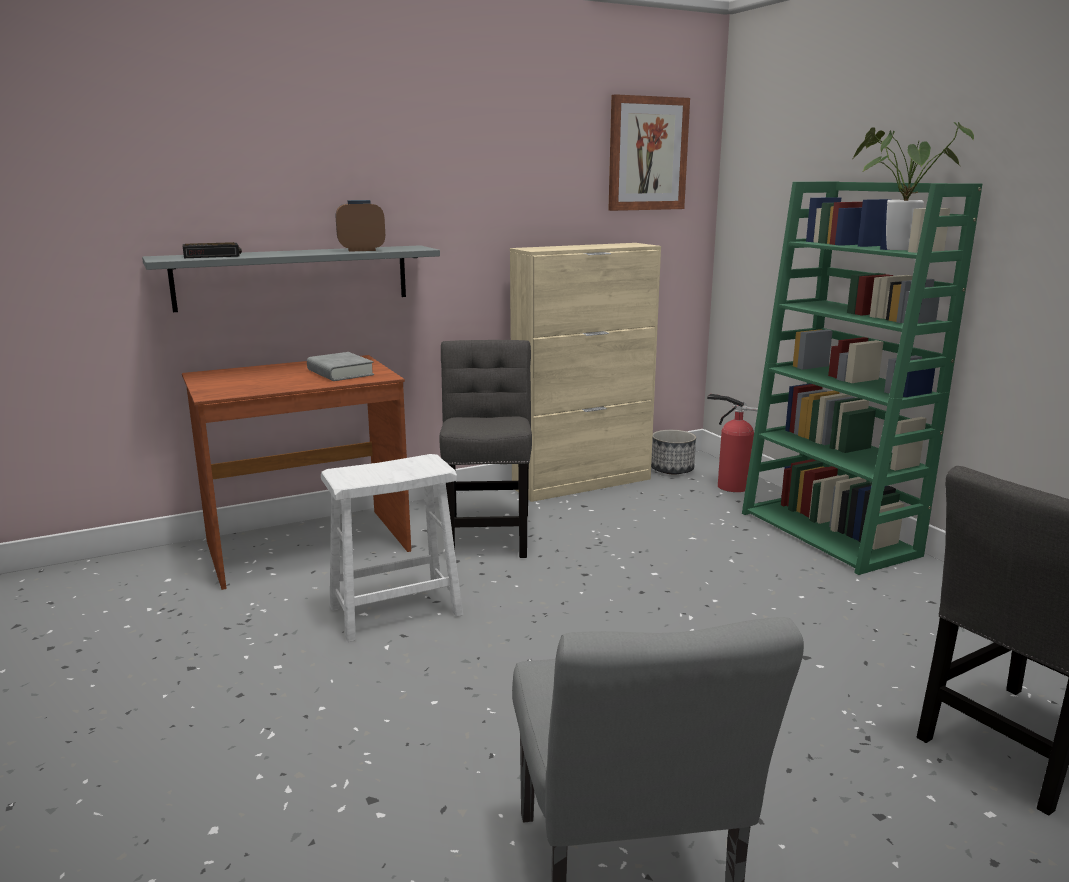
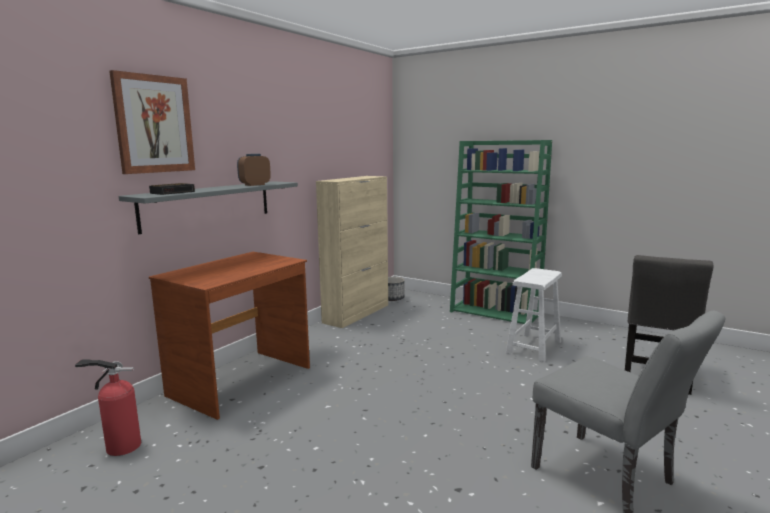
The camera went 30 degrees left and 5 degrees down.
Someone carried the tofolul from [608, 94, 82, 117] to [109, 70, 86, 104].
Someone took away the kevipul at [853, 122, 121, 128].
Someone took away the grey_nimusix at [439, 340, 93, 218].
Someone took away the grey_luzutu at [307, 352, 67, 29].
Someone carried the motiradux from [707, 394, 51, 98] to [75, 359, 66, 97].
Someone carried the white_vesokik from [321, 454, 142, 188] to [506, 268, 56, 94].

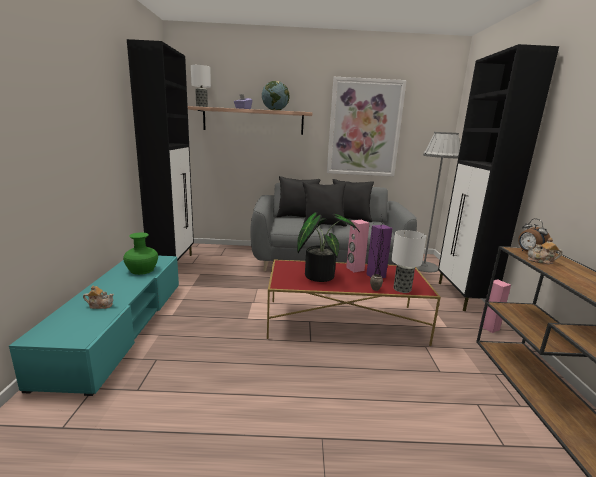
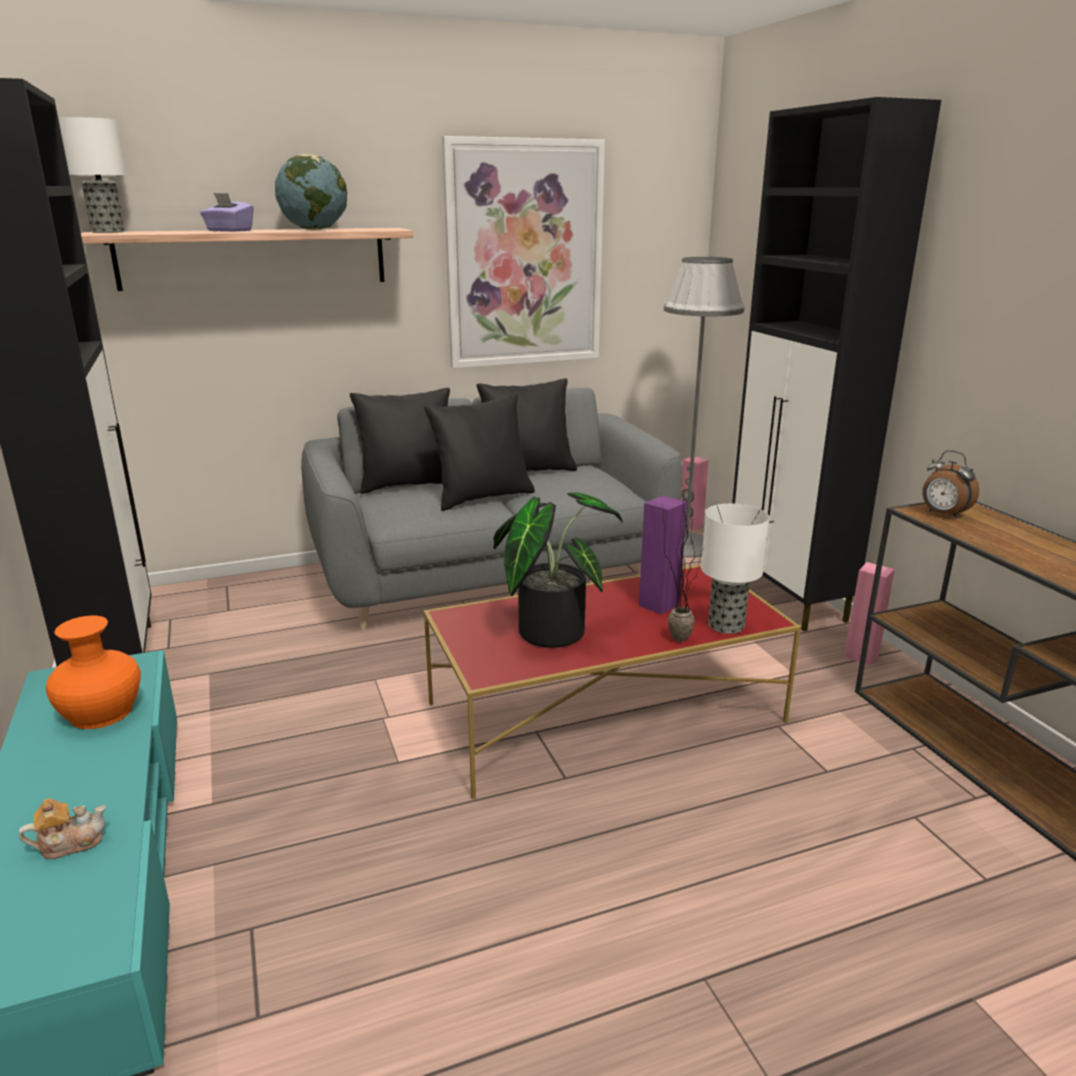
The camera went 20 degrees left and 5 degrees up.
Someone carried the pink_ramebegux from [346, 220, 23, 52] to [681, 456, 27, 75].
Someone repainted the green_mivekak at [123, 232, 35, 43], which became the orange_mivekak at [46, 616, 95, 113].
Someone took away the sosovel at [528, 238, 34, 27].

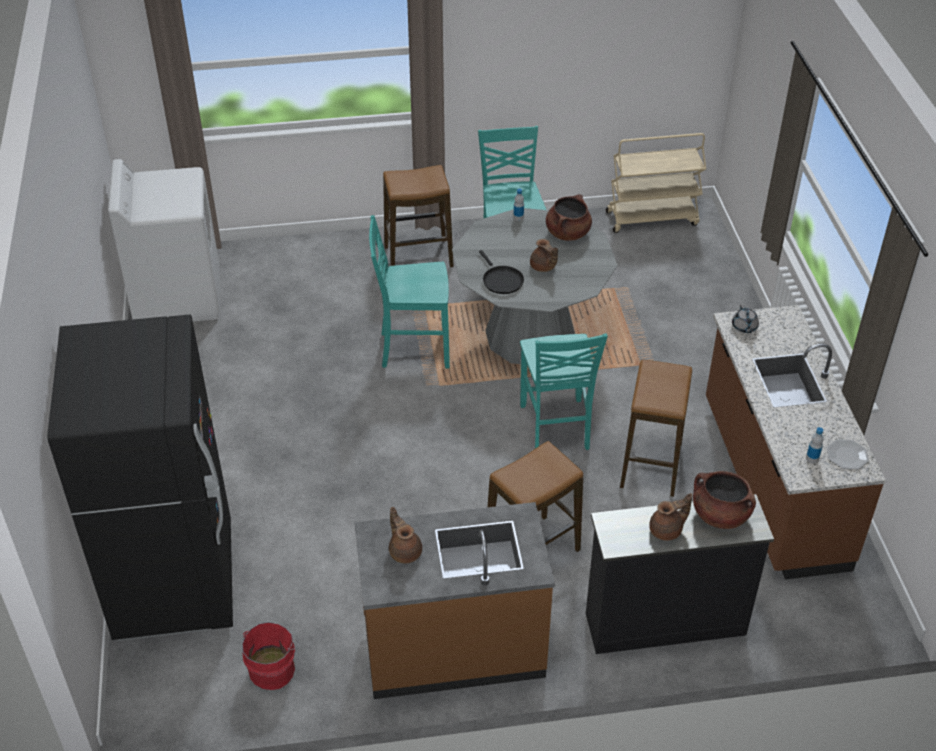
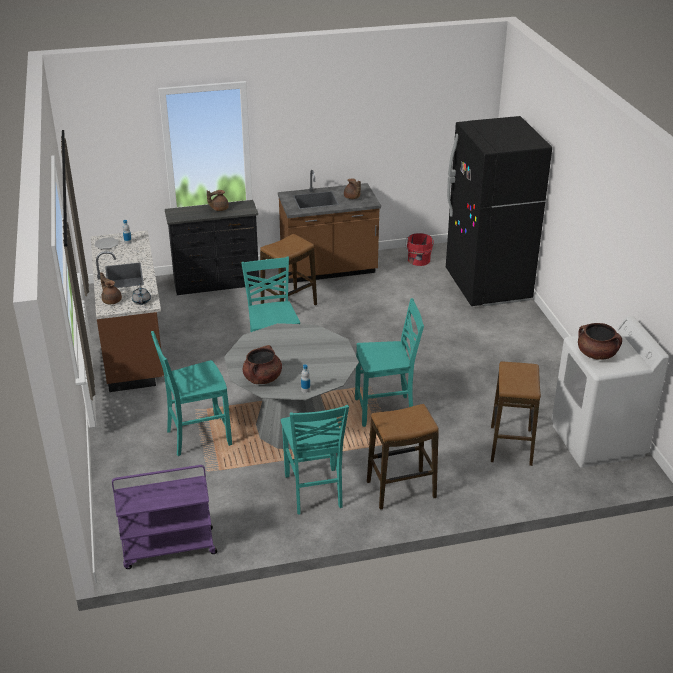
The camera went 175 degrees right and 10 degrees down.
Someone repainted the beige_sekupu at [606, 133, 100, 100], which became the purple_sekupu at [112, 465, 105, 104].
Someone carried the brown_sosovel from [530, 239, 28, 33] to [100, 272, 22, 32].
Someone took away the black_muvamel at [479, 250, 45, 44].
Someone carried the vesokik from [620, 359, 72, 138] to [491, 362, 50, 104].
Someone carried the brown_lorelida from [693, 471, 63, 58] to [578, 323, 44, 37].
Someone put down the turquoise_nimusix at [151, 331, 81, 125].

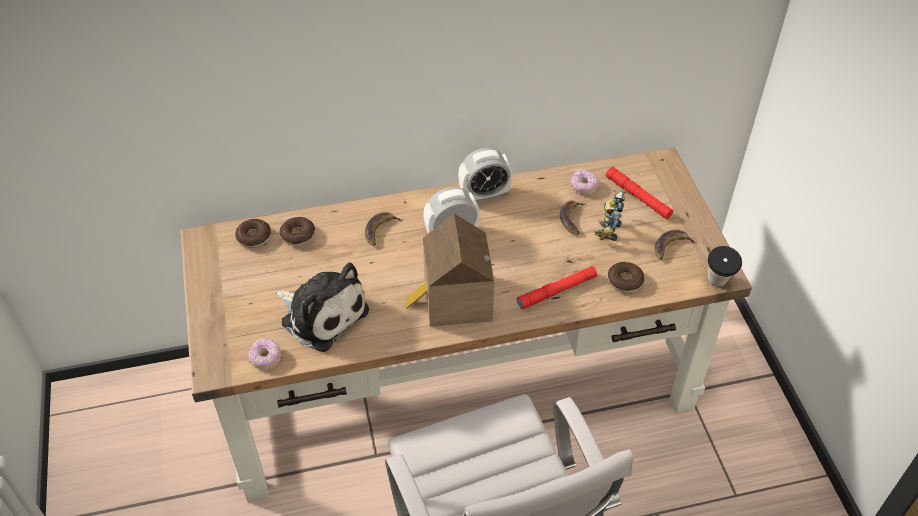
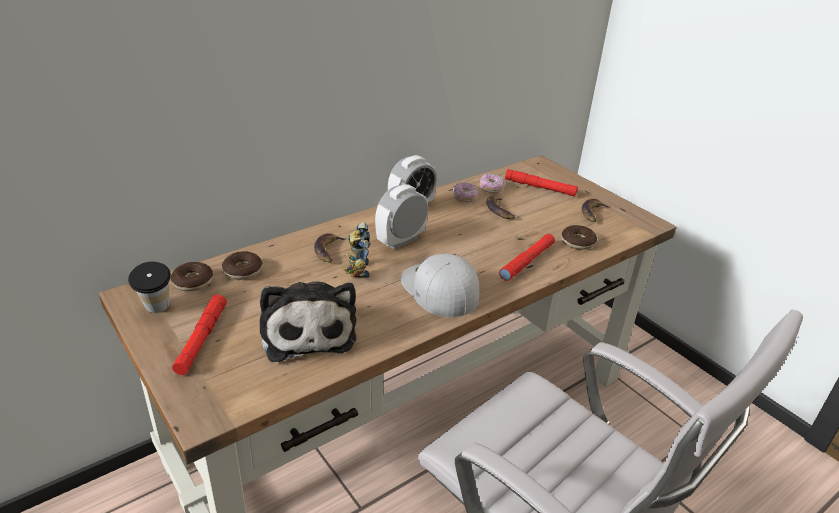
The camera went 25 degrees left and 15 degrees down.
Someone carried the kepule from [594, 192, 31, 49] to [343, 222, 28, 56].
Someone swapped the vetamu at [405, 214, 89, 113] for the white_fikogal at [401, 254, 78, 64].
Someone carried the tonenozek from [707, 246, 35, 40] to [128, 262, 43, 51].
Someone rotated the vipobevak at [275, 262, 94, 90] by 60 degrees clockwise.
Someone carried the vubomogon from [248, 338, 33, 31] to [452, 182, 26, 21].
Someone put down the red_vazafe at [172, 295, 55, 80].

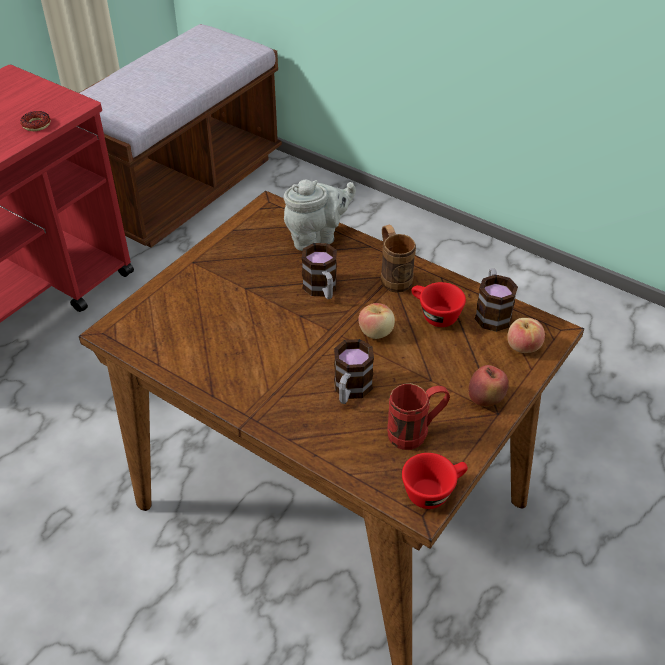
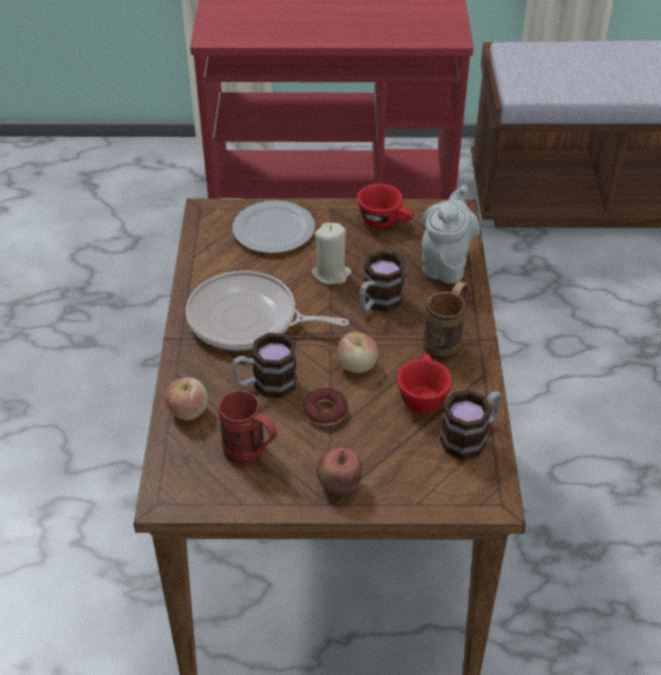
The camera went 55 degrees right and 0 degrees up.
Someone carried the vubomogon from [20, 111, 30, 20] to [303, 388, 45, 38].
Someone rotated the grey_sosovel at [284, 180, 72, 71] by 105 degrees counterclockwise.
Someone carried the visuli from [507, 318, 38, 35] to [165, 378, 43, 42].
Someone carried the red_tonenozek from [402, 453, 66, 56] to [357, 183, 57, 45].
Someone put down the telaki at [233, 201, 82, 52].
Someone put down the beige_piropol at [312, 223, 40, 61].
Someone put down the muvamel at [186, 271, 163, 80].

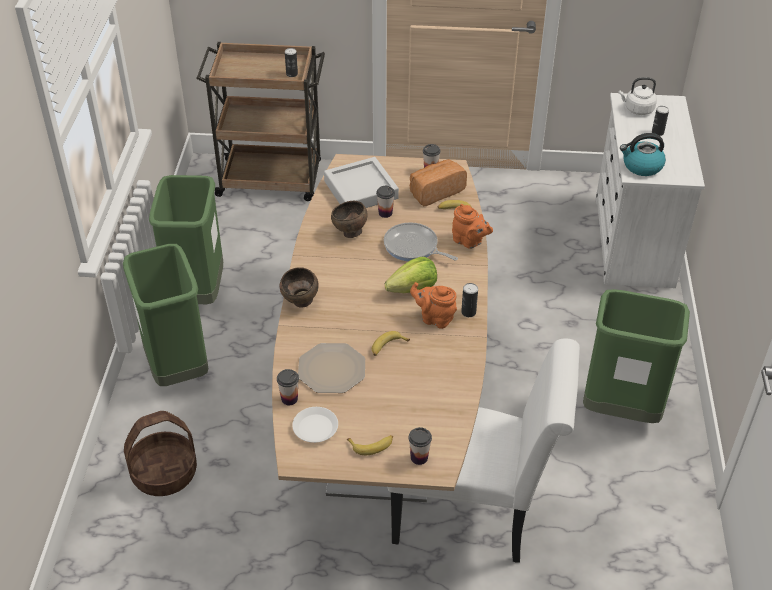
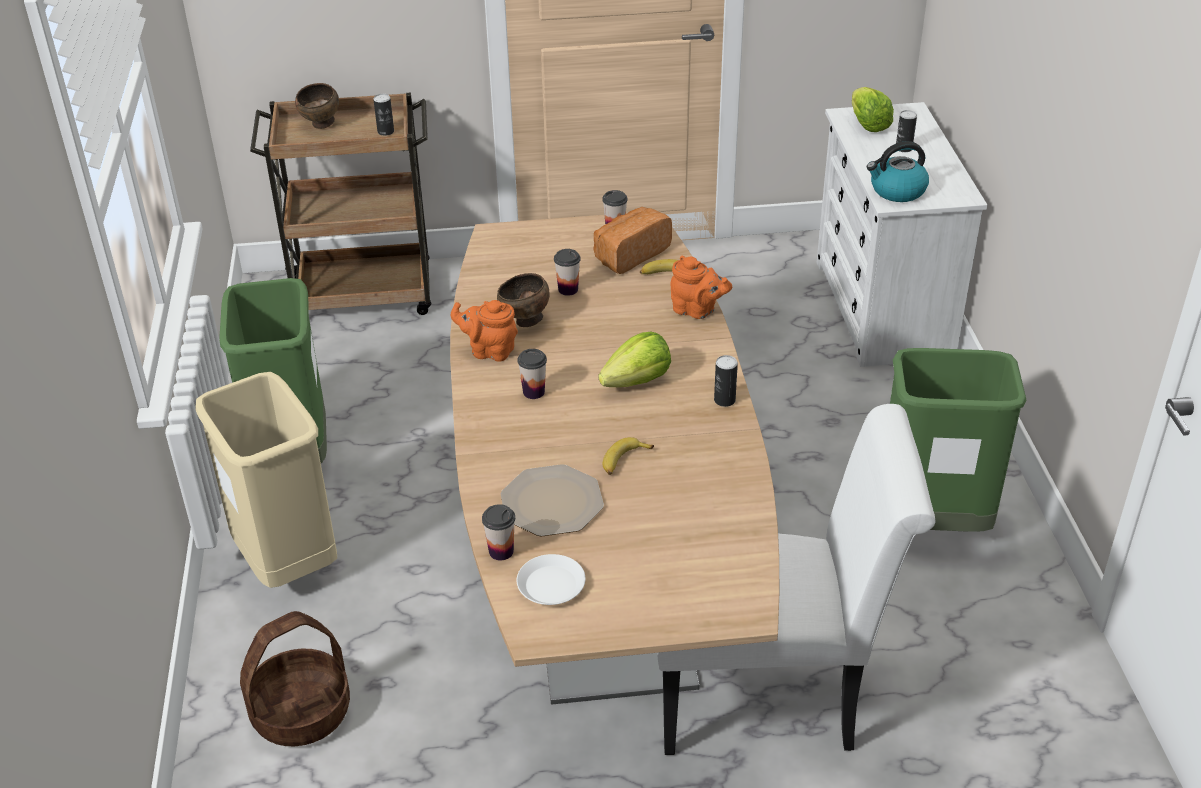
The camera went 10 degrees left and 5 degrees down.
Someone swapped the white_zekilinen at [619, 77, 38, 38] for the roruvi at [852, 87, 42, 45].
Someone took away the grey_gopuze at [324, 157, 75, 51].
Someone took away the muvamel at [384, 222, 74, 39].
Someone repainted the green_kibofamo at [123, 244, 85, 142], which became the beige_kibofamo at [195, 372, 142, 216].
Someone carried the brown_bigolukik from [280, 267, 39, 41] to [295, 83, 44, 46].
Someone carried the orange_sosovel from [410, 282, 47, 47] to [451, 300, 67, 62].
Someone carried the tonenozek from [408, 427, 24, 38] to [517, 349, 30, 50].
Someone took away the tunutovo at [347, 435, 46, 20].

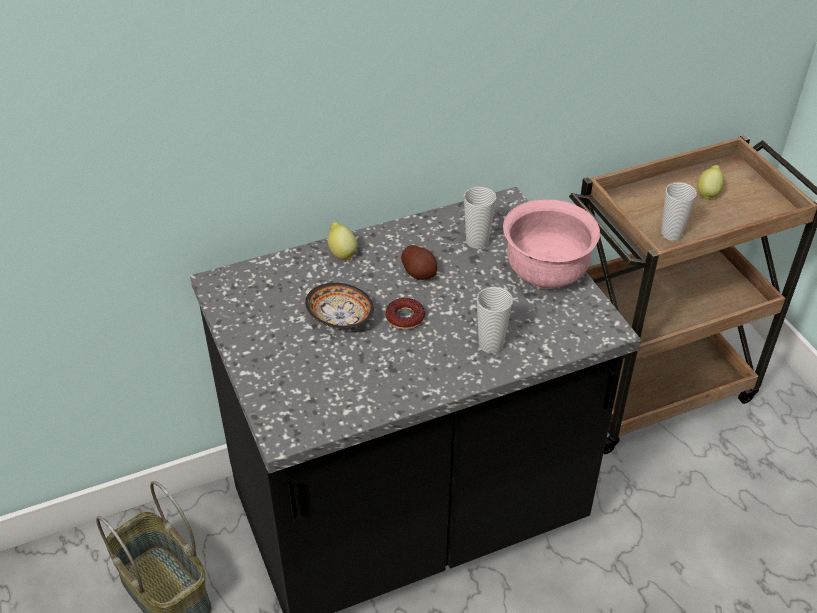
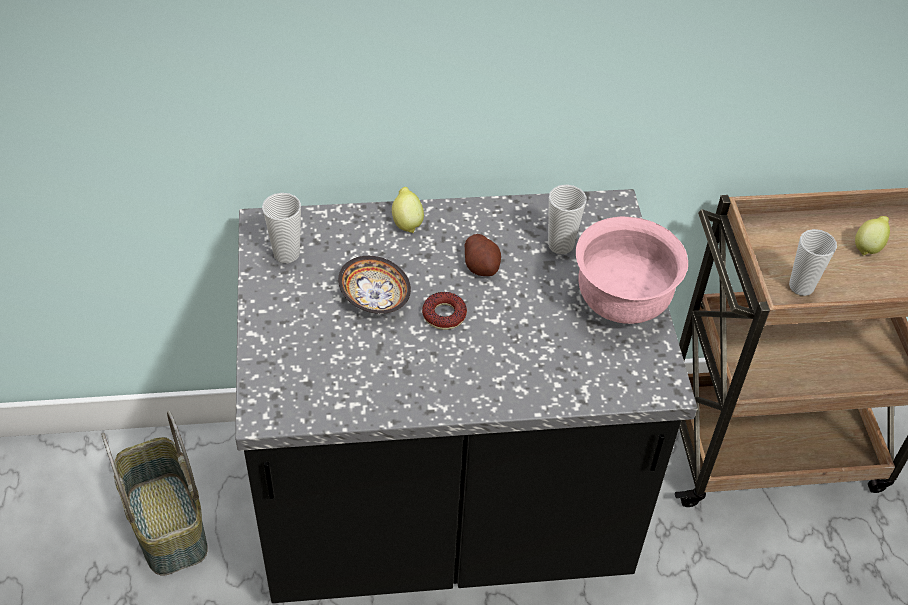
The camera went 15 degrees right and 5 degrees up.
Someone carried the tonenozek from [477, 286, 36, 67] to [262, 193, 39, 70].

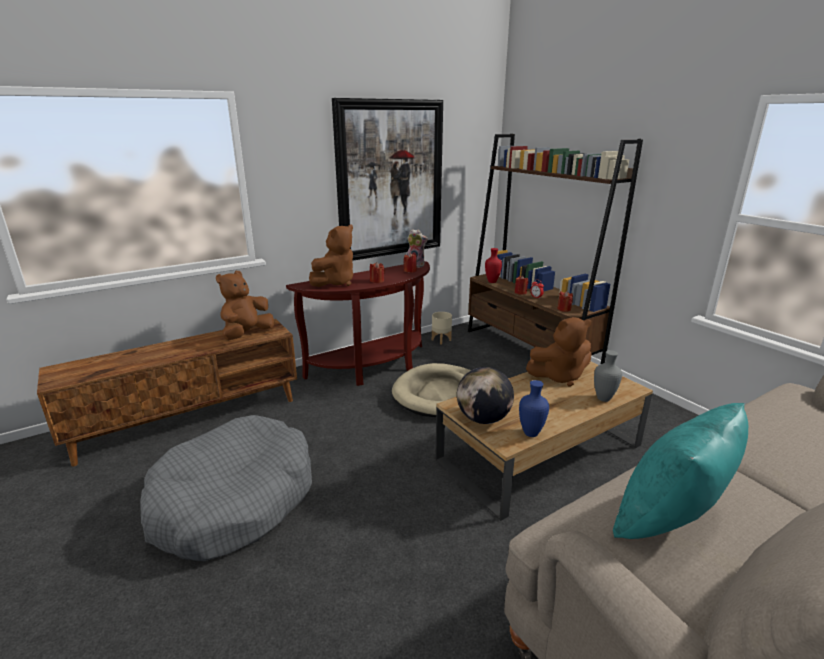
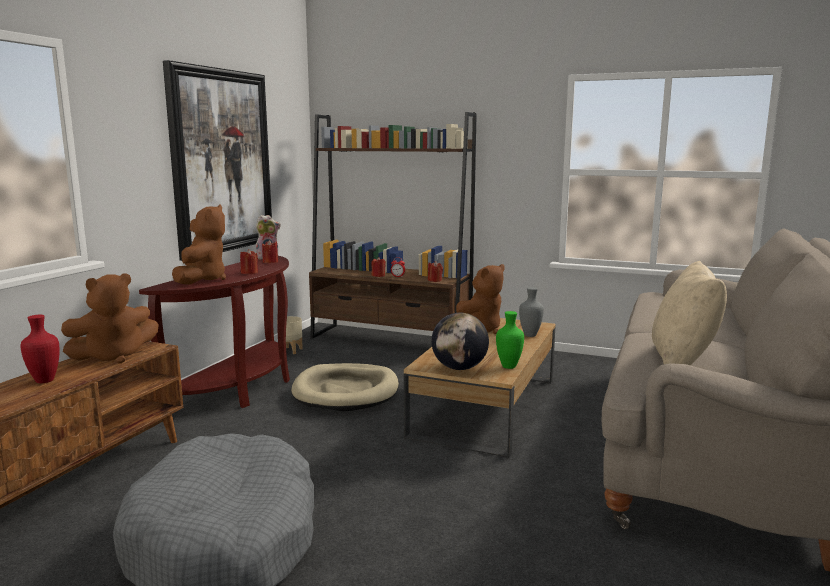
The camera went 35 degrees left and 10 degrees down.
Someone carried the red_mivekak from [485, 248, 17, 35] to [20, 315, 40, 68].
Someone rotated the brown_vipobevak at [216, 271, 58, 69] by 120 degrees counterclockwise.
Someone repainted the blue_mivekak at [519, 380, 30, 57], which became the green_mivekak at [496, 311, 28, 58].
Someone repainted the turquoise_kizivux at [613, 403, 135, 136], which became the beige_kizivux at [652, 261, 75, 104].

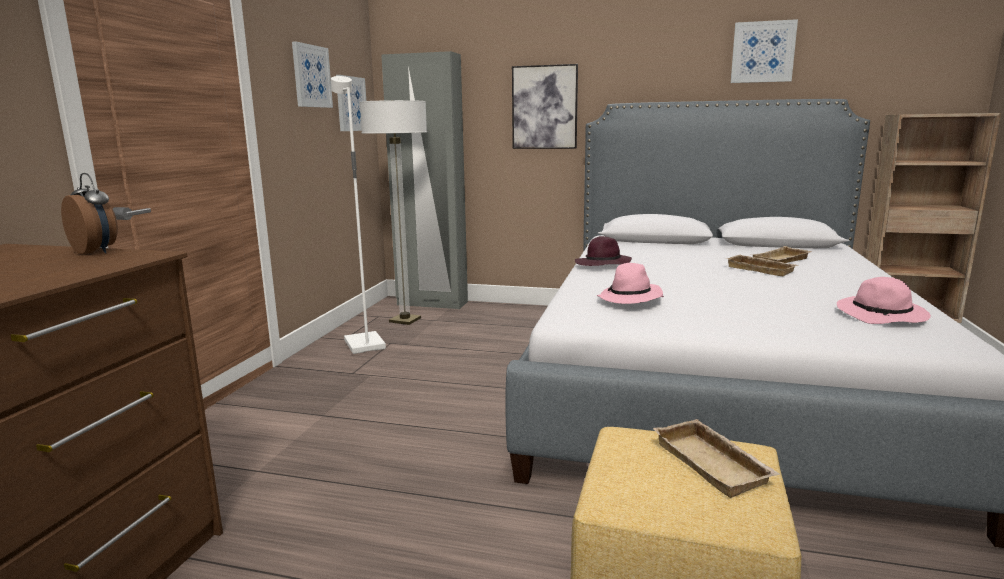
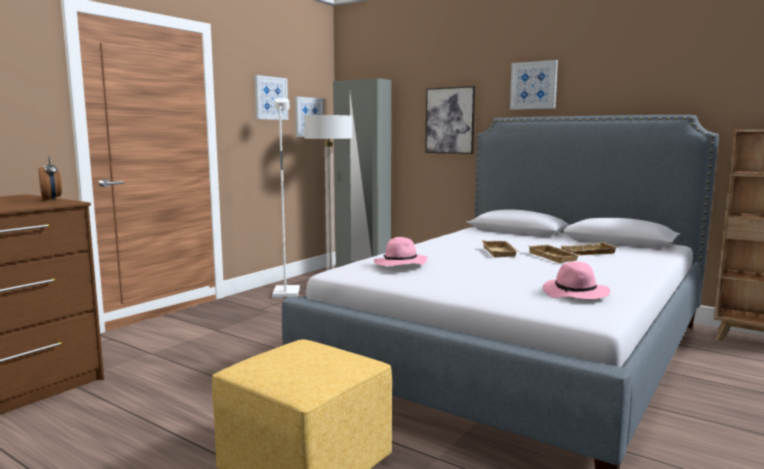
The camera went 20 degrees right and 5 degrees down.
Someone carried the tofolul from [731, 19, 67, 64] to [510, 60, 48, 50].
Someone took away the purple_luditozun at [575, 236, 57, 30].
Someone carried the beige_gopuze from [653, 419, 128, 79] to [482, 240, 37, 17].

